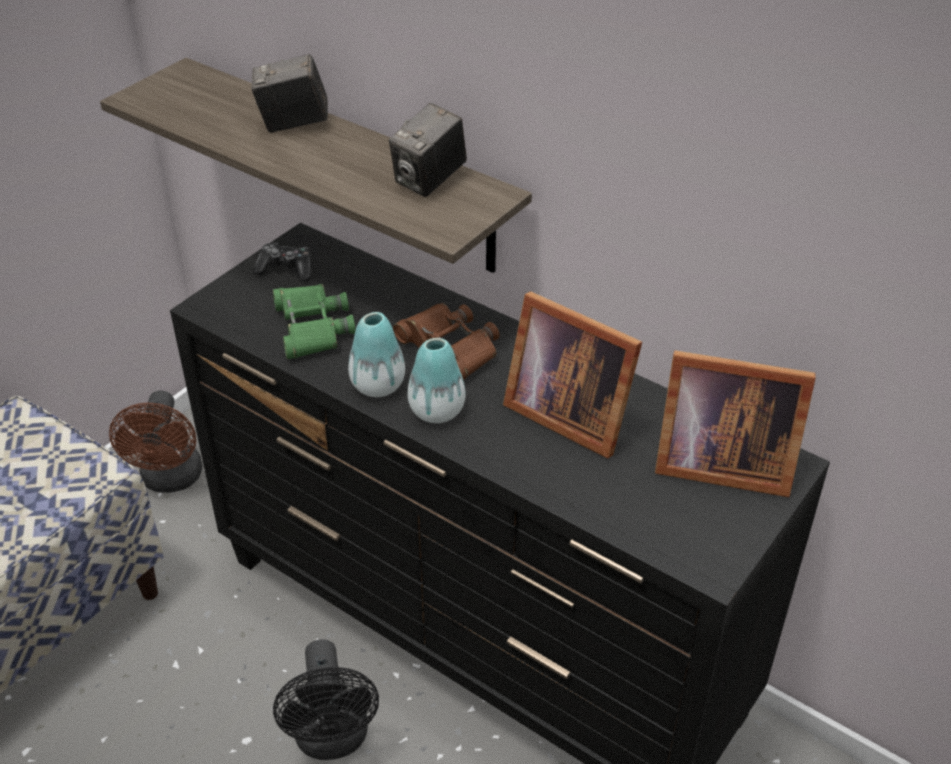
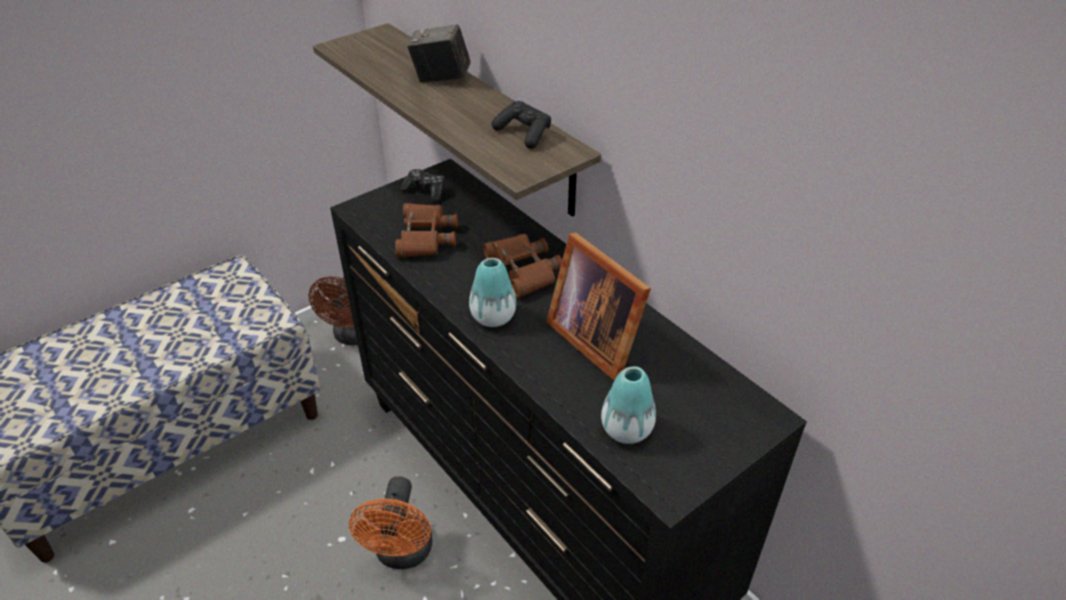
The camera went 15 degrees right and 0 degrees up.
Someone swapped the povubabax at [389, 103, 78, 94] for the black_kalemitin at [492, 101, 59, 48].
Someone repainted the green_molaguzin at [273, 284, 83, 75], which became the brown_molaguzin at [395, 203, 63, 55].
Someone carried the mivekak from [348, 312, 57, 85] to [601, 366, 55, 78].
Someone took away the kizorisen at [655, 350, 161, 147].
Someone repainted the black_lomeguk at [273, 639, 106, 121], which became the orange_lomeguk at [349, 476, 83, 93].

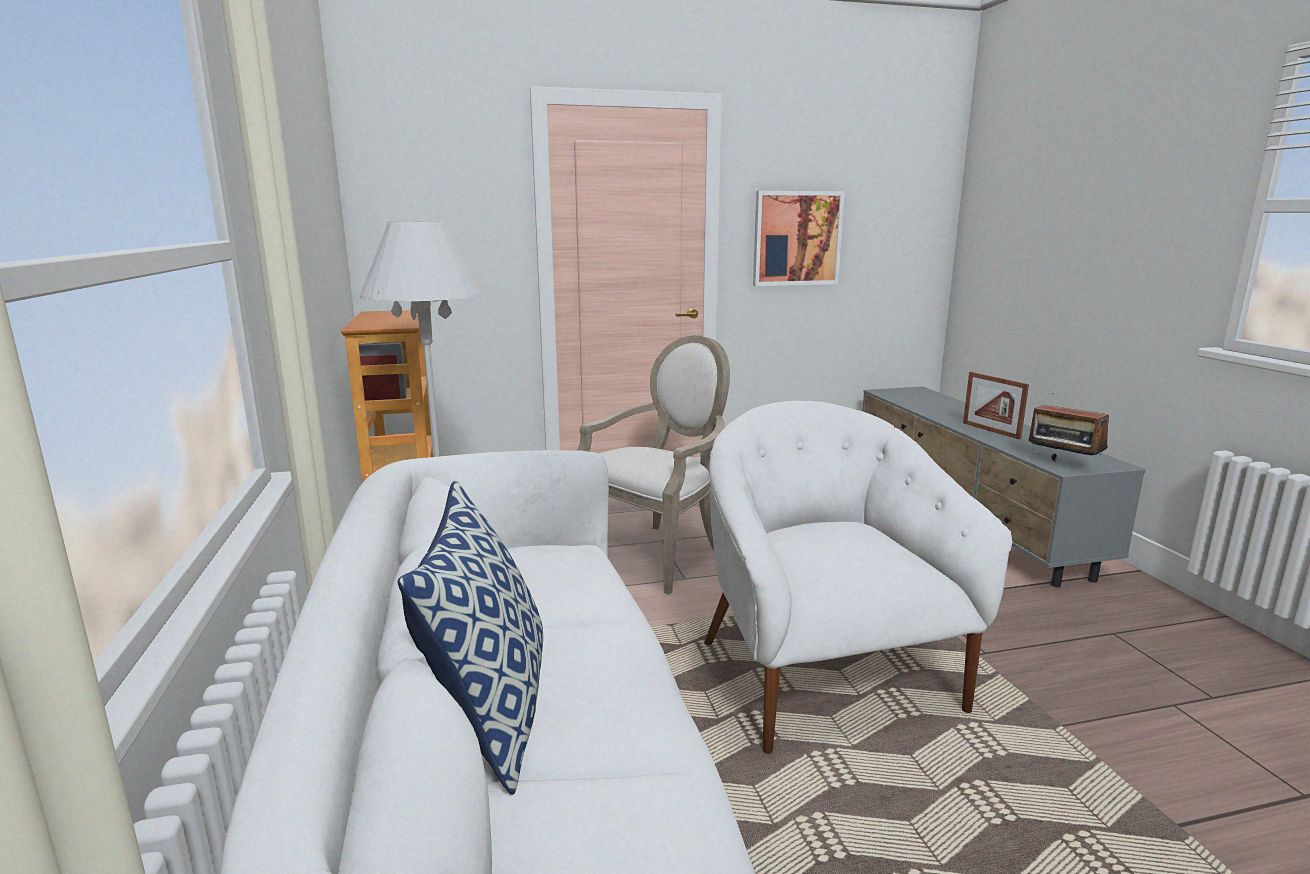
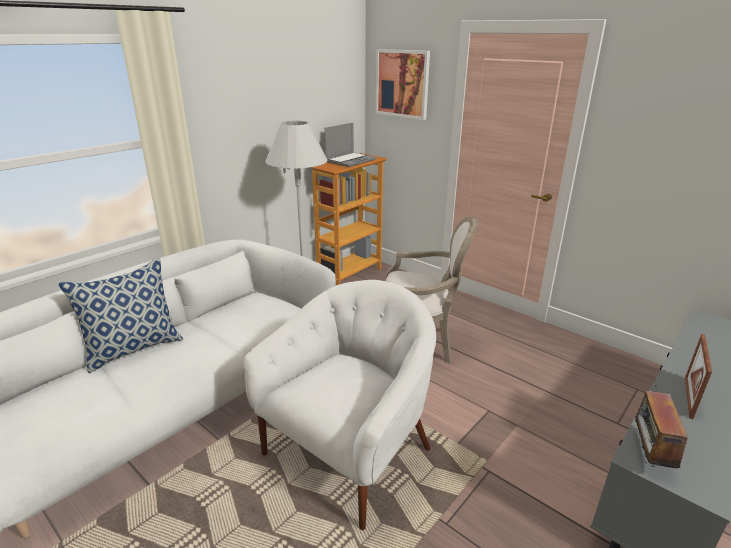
The camera went 55 degrees right and 10 degrees up.
Someone carried the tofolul from [753, 191, 92, 95] to [376, 49, 54, 71].
Someone put down the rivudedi at [325, 123, 51, 44].

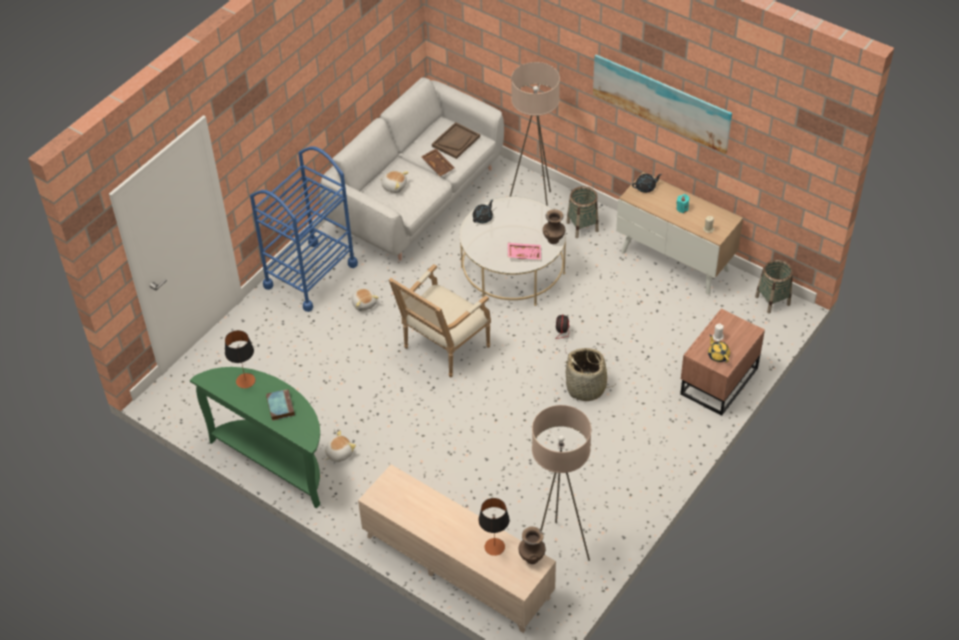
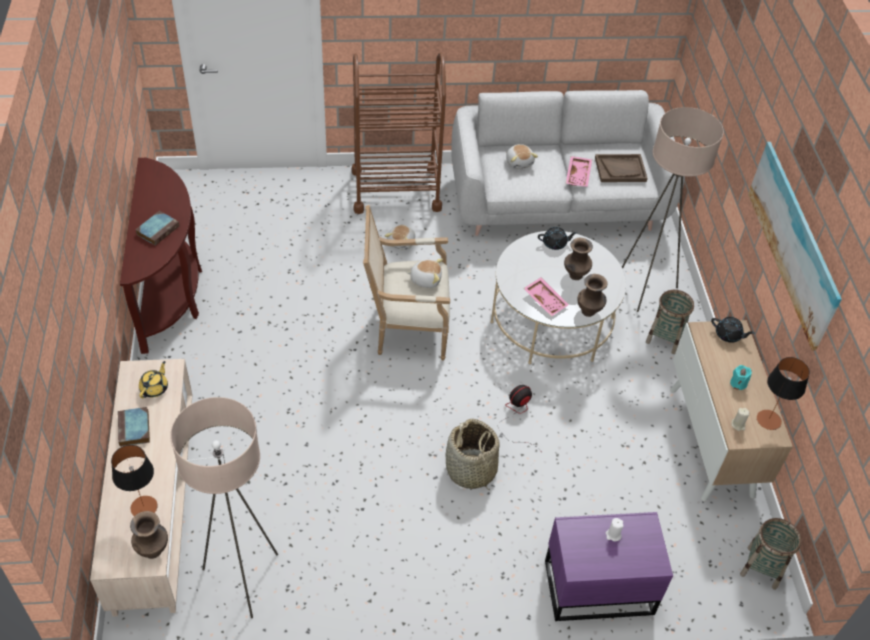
The camera went 45 degrees right and 0 degrees up.
Someone repainted the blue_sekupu at [250, 146, 108, 166], which became the brown_sekupu at [352, 52, 94, 162].
Someone repainted the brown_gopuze at [421, 149, 33, 27], which became the pink_gopuze at [566, 156, 26, 31].
Someone repainted the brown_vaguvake at [680, 309, 85, 107], which became the purple_vaguvake at [545, 512, 128, 109].
Someone carried the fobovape from [225, 330, 30, 58] to [757, 357, 53, 73].
Someone carried the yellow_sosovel from [708, 335, 22, 27] to [139, 361, 29, 37].
Someone repainted the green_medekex at [190, 367, 130, 141], which became the brown_medekex at [120, 158, 82, 196].
Someone carried the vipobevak from [325, 431, 31, 31] to [406, 259, 37, 29].
Someone put down the brown_mivekak at [564, 238, 29, 42].
Someone put down the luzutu at [118, 407, 32, 40].

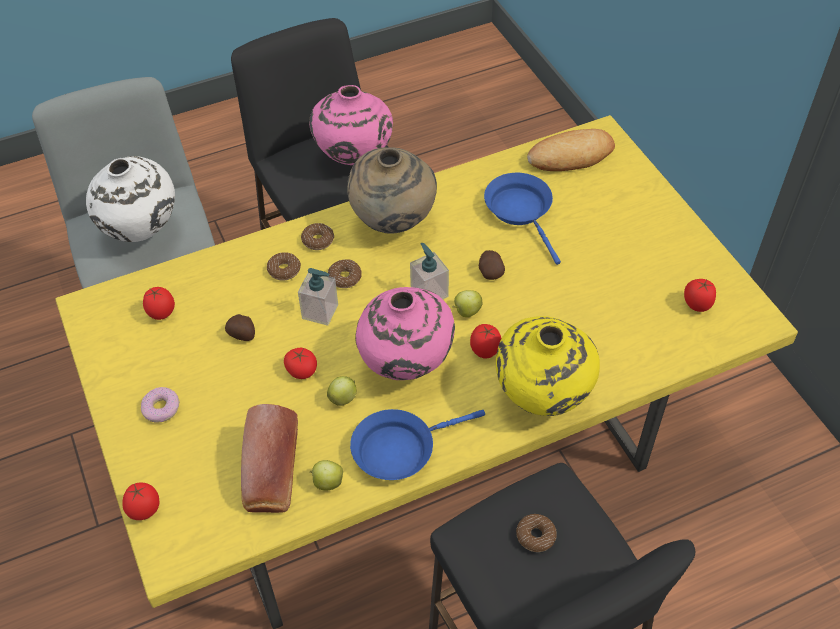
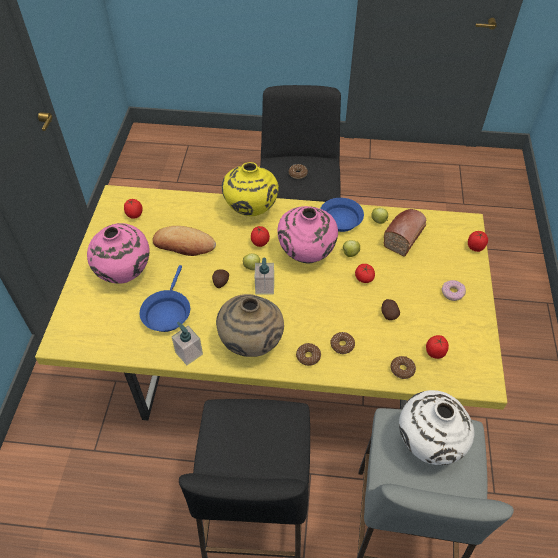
The camera went 150 degrees left and 0 degrees up.
Someone carried the pink_mivekak from [309, 85, 84, 80] to [87, 223, 63, 61].
Someone carried the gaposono from [527, 129, 88, 42] to [152, 226, 64, 30].
Someone carried the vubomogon from [328, 259, 34, 29] to [390, 356, 26, 23].
Someone carried the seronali from [298, 268, 40, 58] to [171, 322, 32, 43].

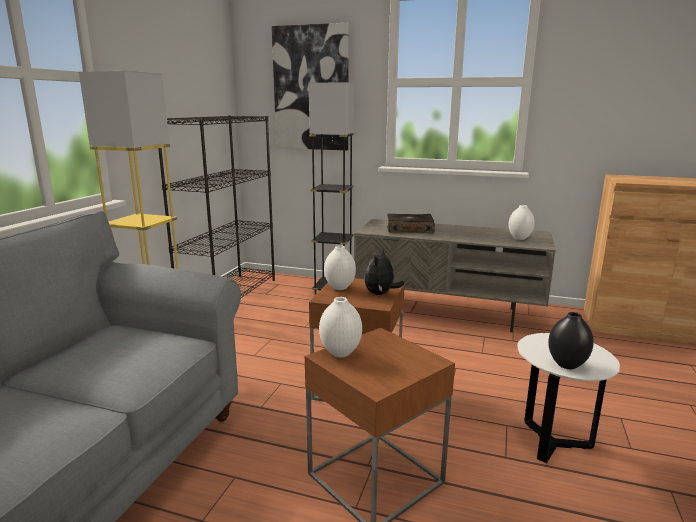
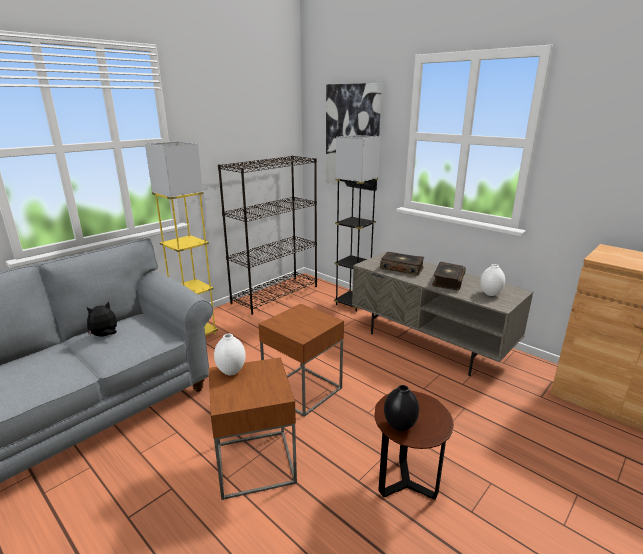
The camera went 25 degrees right and 5 degrees up.
Someone took away the white_mivekak at [324, 245, 32, 45].
Someone carried the vipobevak from [364, 249, 40, 46] to [87, 301, 30, 36].
Someone repainted the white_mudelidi at [517, 333, 103, 130], which became the brown_mudelidi at [374, 391, 80, 108].
Someone put down the luzutu at [432, 262, 34, 29].

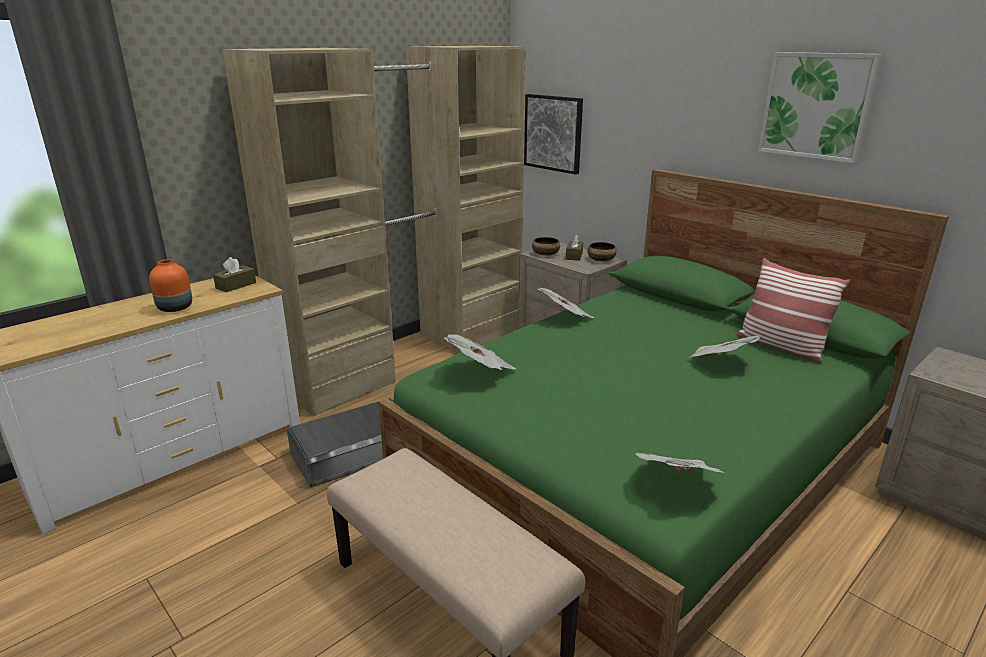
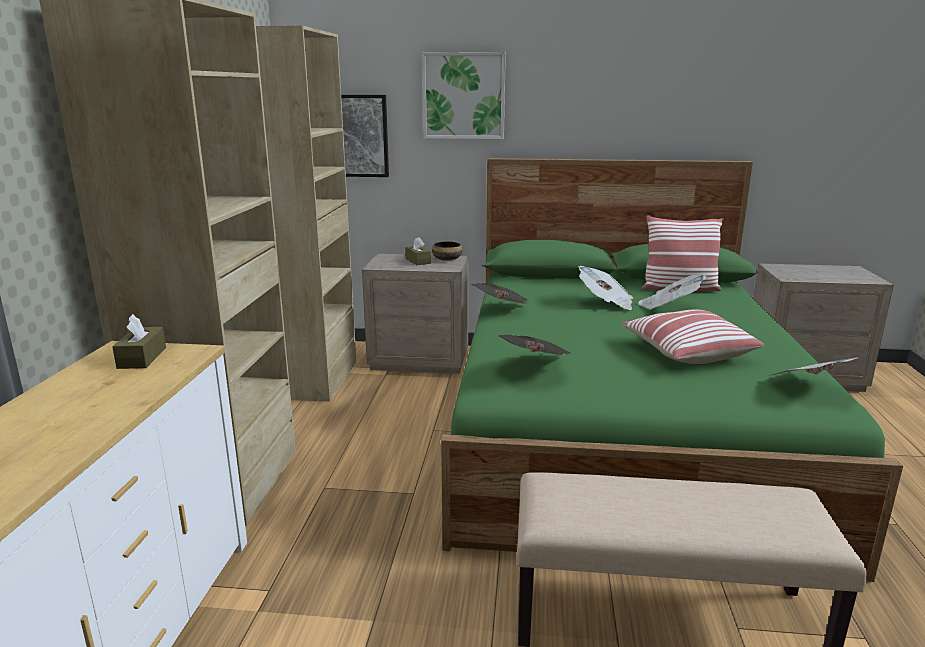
The camera went 40 degrees left and 5 degrees down.
Someone carried the tofolul from [758, 52, 124, 111] to [422, 52, 84, 87].
Someone took away the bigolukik at [532, 237, 28, 19].
Someone took away the orange_mivekak at [149, 259, 43, 53].
Someone took away the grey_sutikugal at [287, 398, 106, 89].
Someone put down the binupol at [579, 266, 54, 44].
Someone put down the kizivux at [621, 310, 143, 54].

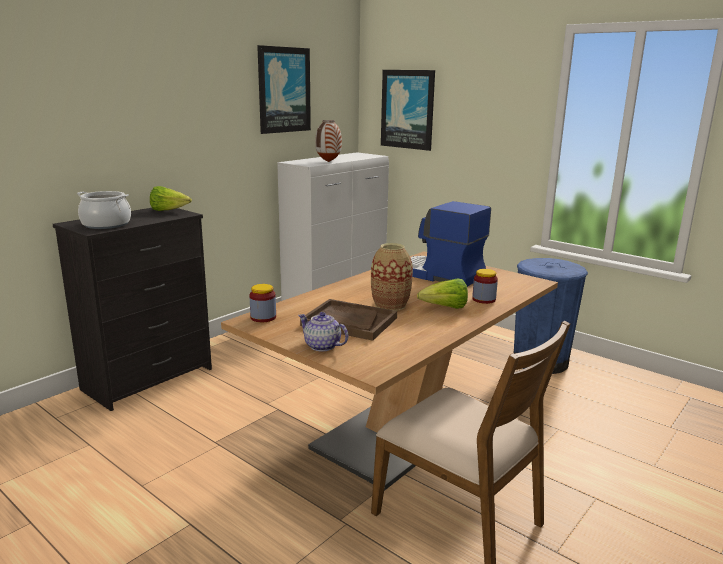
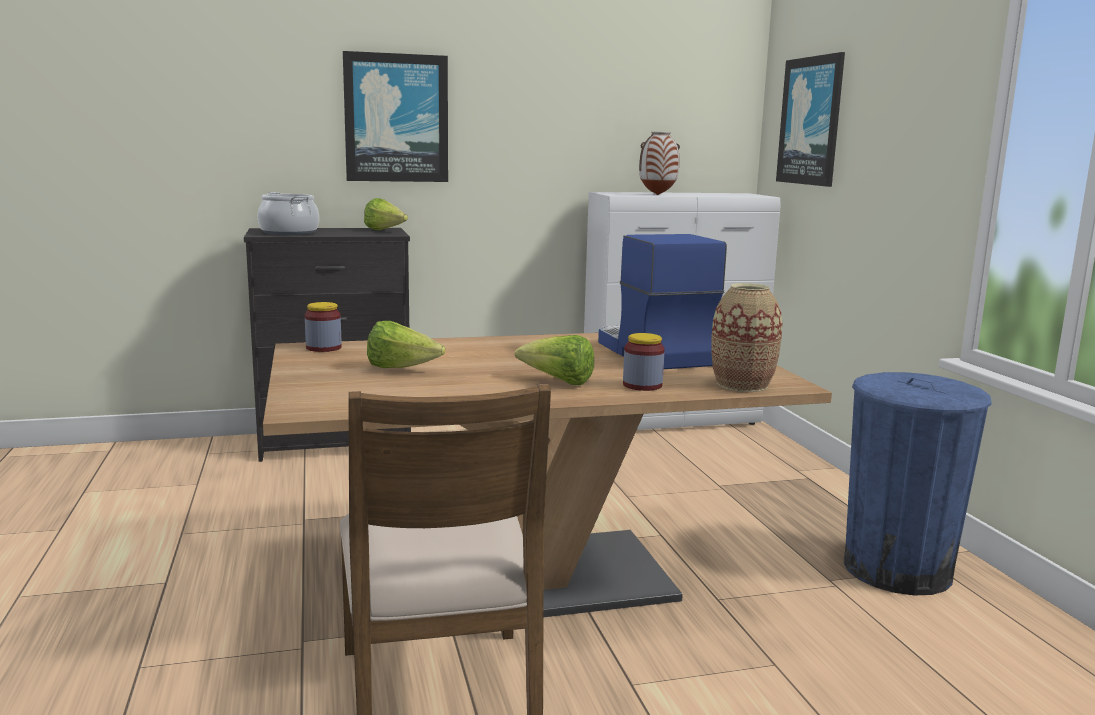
The camera went 35 degrees right and 5 degrees down.
Someone carried the tofolul from [257, 45, 54, 89] to [343, 51, 105, 131].
Someone carried the mivekak from [371, 243, 42, 68] to [711, 283, 71, 109].
Someone swapped the brown_gopuze at [300, 299, 97, 42] for the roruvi at [367, 321, 78, 47].
Someone took away the sosovel at [298, 312, 50, 40].

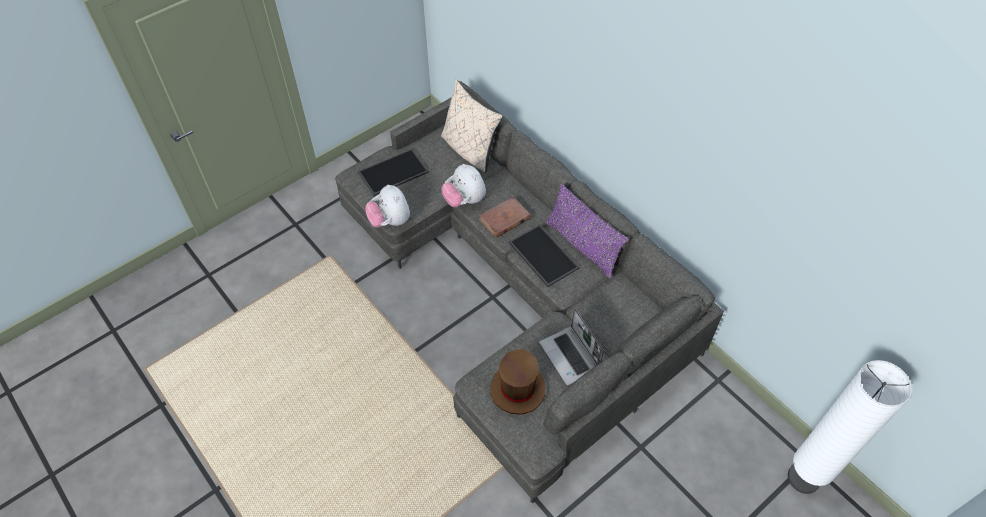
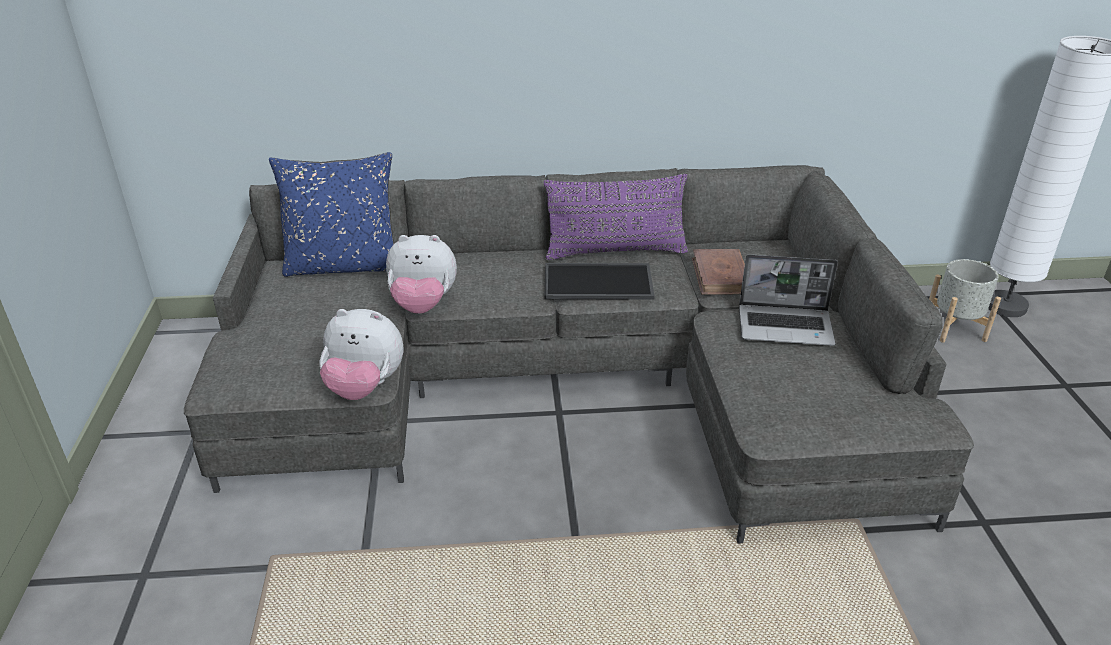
The camera went 55 degrees left and 20 degrees down.
Someone repainted the beige_kizivux at [441, 79, 62, 94], which became the blue_kizivux at [269, 152, 125, 125].
Someone took away the gopuze at [358, 149, 71, 47].
Someone carried the brown_luzutu from [479, 197, 52, 41] to [692, 249, 53, 46].
Someone took away the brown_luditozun at [490, 349, 56, 66].
Someone put down the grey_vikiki at [929, 259, 72, 83].

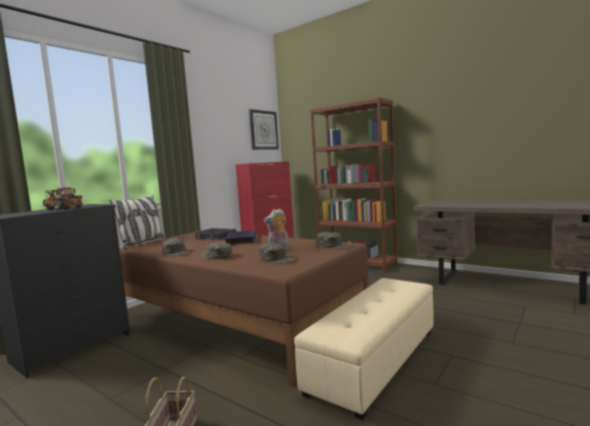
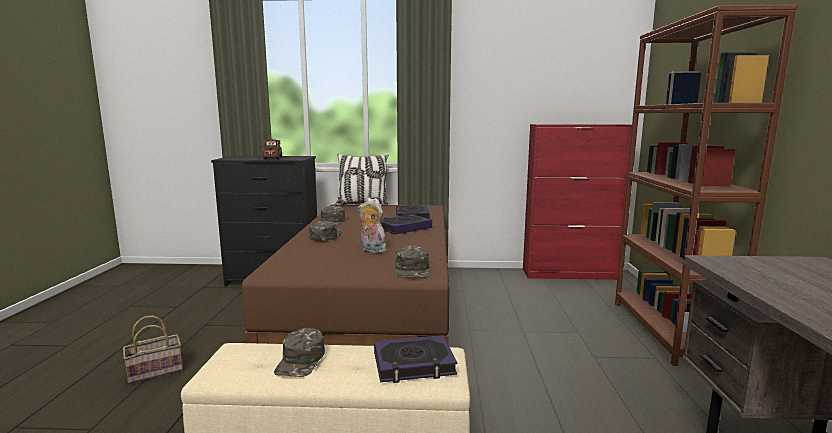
The camera went 55 degrees right and 5 degrees up.
Someone took away the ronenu at [249, 109, 30, 41].
Someone carried the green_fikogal from [259, 243, 37, 21] to [274, 328, 51, 49].
Someone put down the luzutu at [374, 335, 83, 48].

